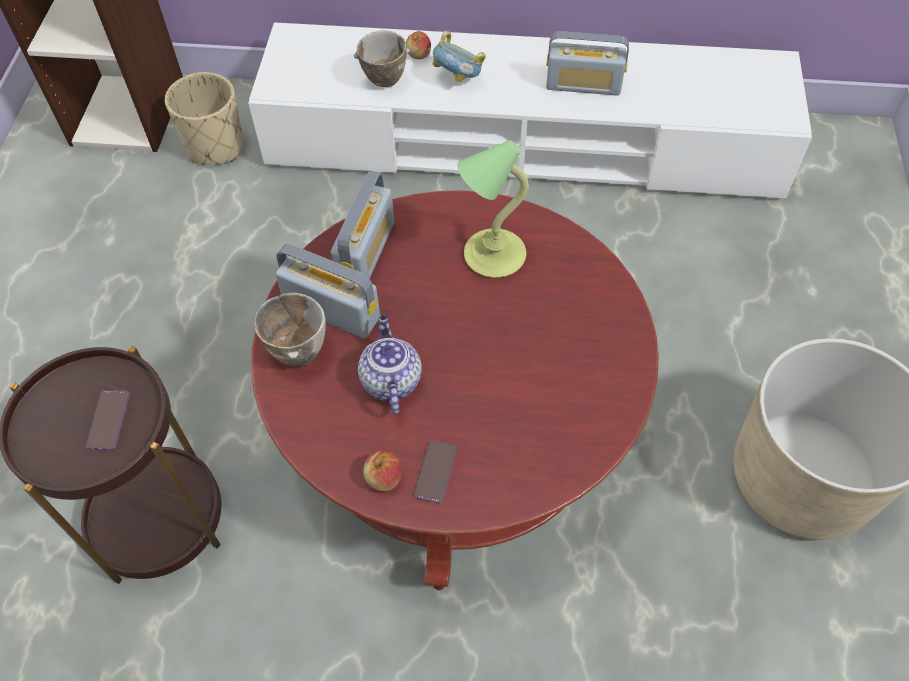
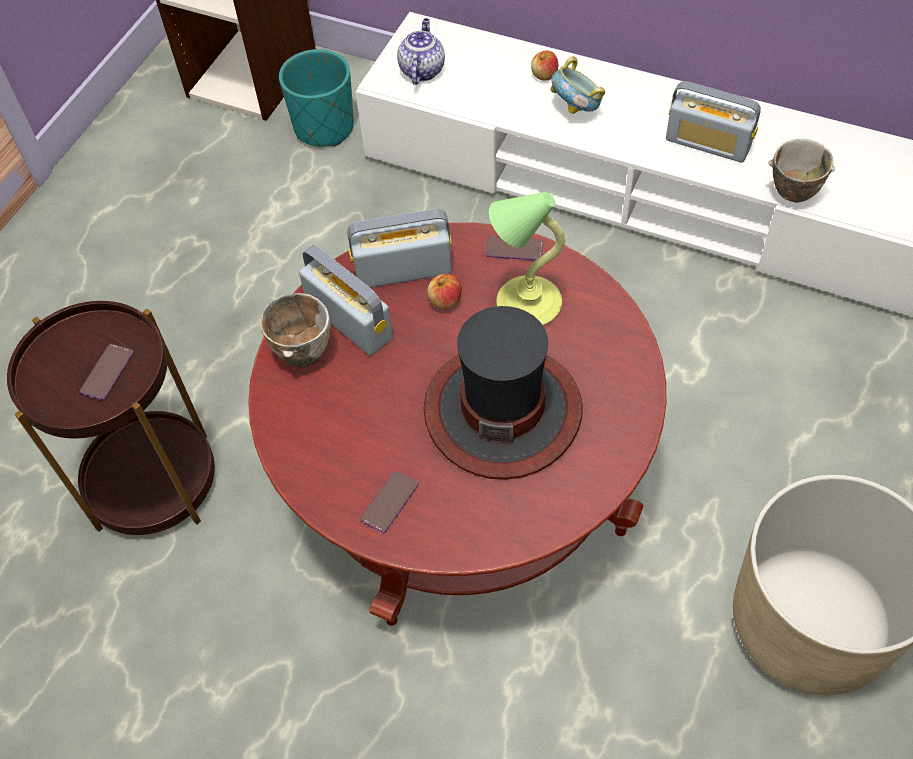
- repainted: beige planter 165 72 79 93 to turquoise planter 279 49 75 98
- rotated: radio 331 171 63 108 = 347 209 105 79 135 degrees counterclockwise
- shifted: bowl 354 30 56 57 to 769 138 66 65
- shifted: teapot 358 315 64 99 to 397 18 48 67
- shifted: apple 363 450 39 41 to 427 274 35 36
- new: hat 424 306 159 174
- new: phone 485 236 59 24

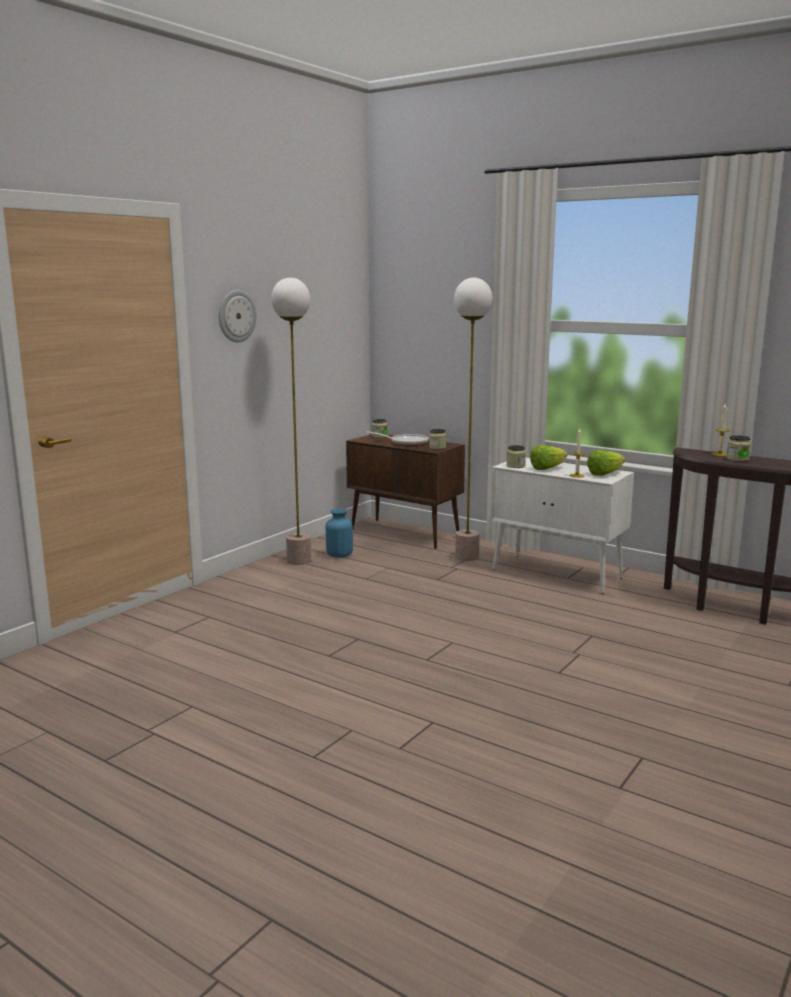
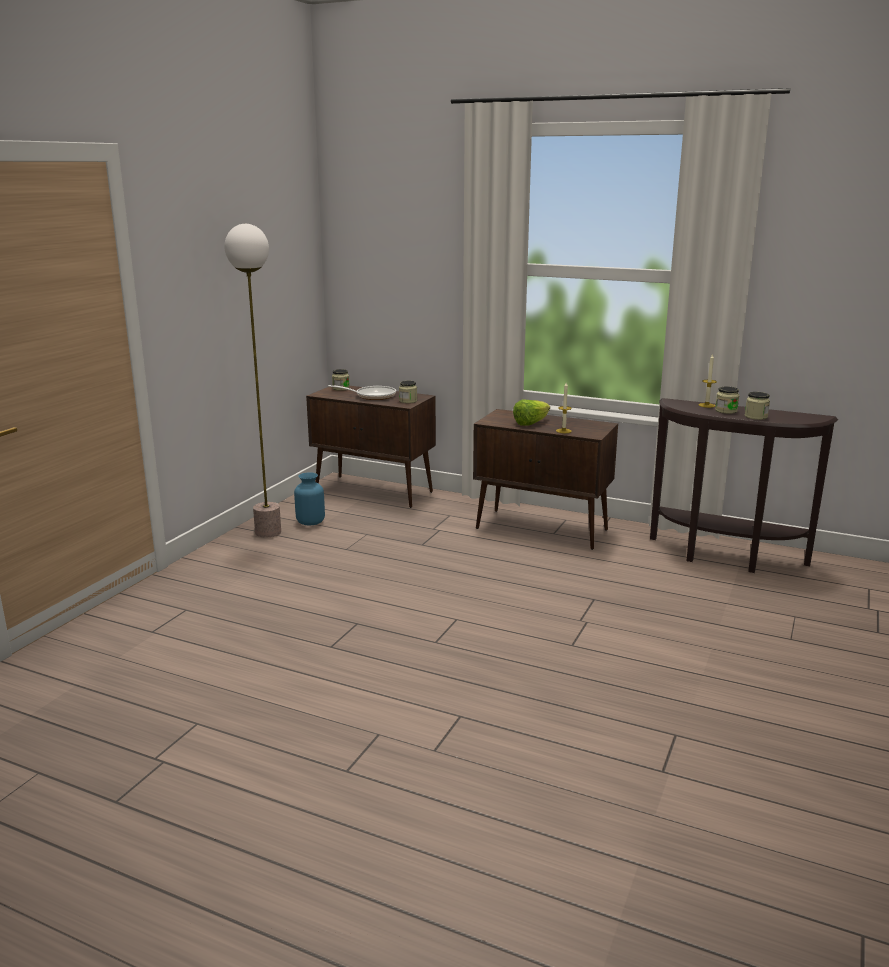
- gone: wall clock 219 290 37 53
- gone: floor lamp 454 278 38 283
- repainted: white cabinet 491 458 143 136 to brown cabinet 473 409 145 141
- shifted: jar 507 445 19 23 to 745 392 25 28
- gone: lettuce 587 450 38 26

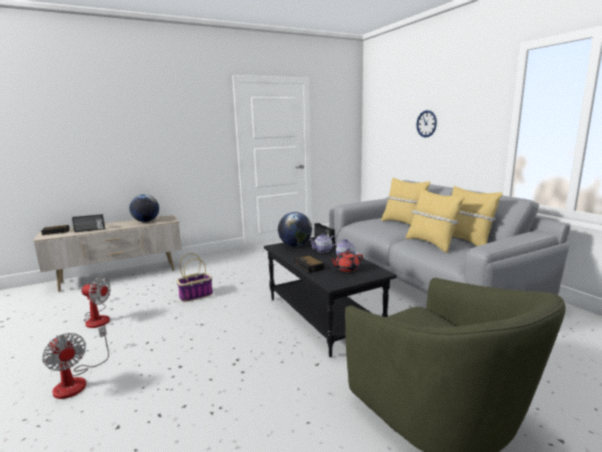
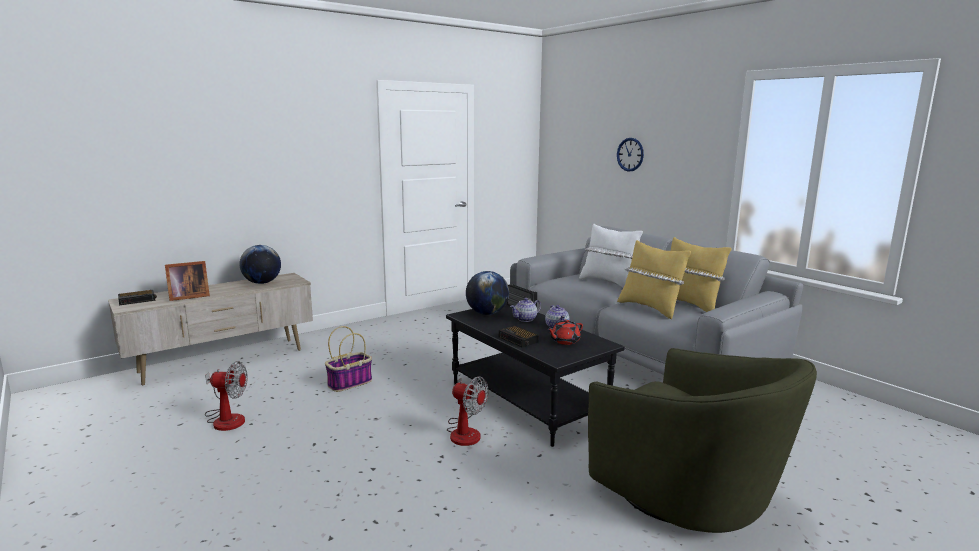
- shifted: fan 42 326 67 73 to 447 377 42 69
- swapped: radio 72 214 33 18 to picture frame 165 261 45 40
- repainted: yellow pillow 381 177 49 48 to white pillow 579 224 64 64

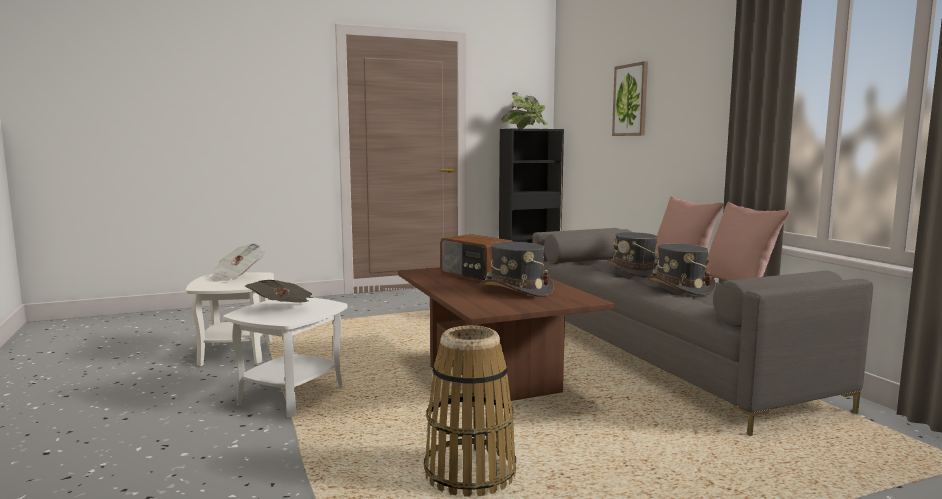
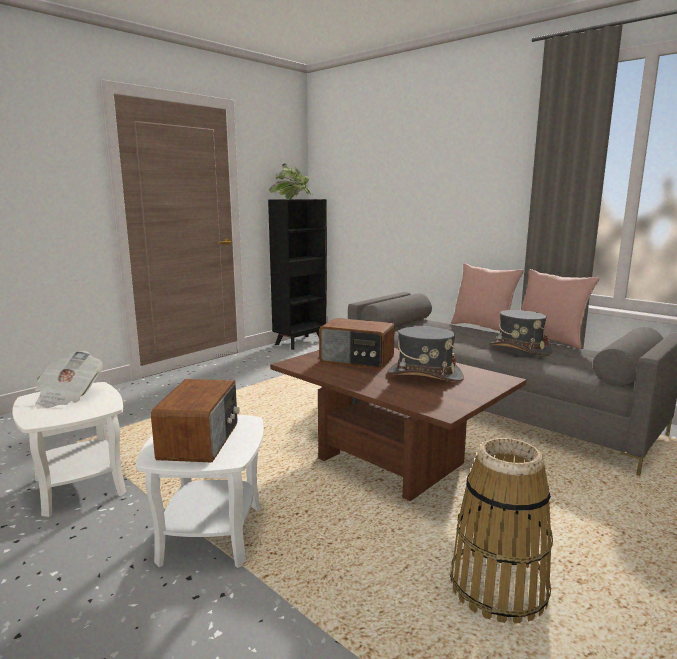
- swapped: newspaper 245 280 67 23 to radio 151 379 89 83
- gone: grey hat 607 232 52 46
- gone: picture 612 61 36 75

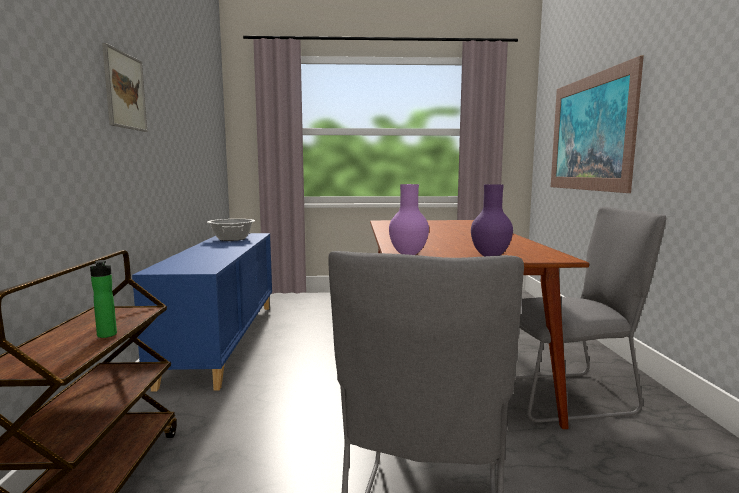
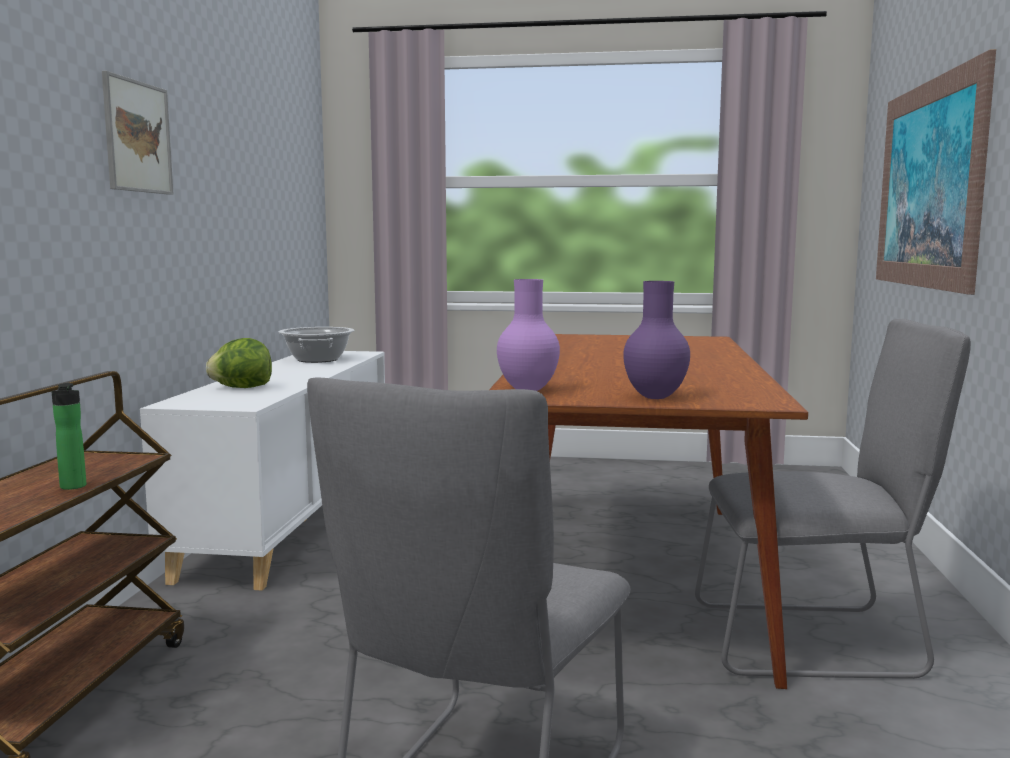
- repainted: blue cabinet 132 233 140 159 to white cabinet 140 351 245 239
- new: lettuce 206 338 66 50

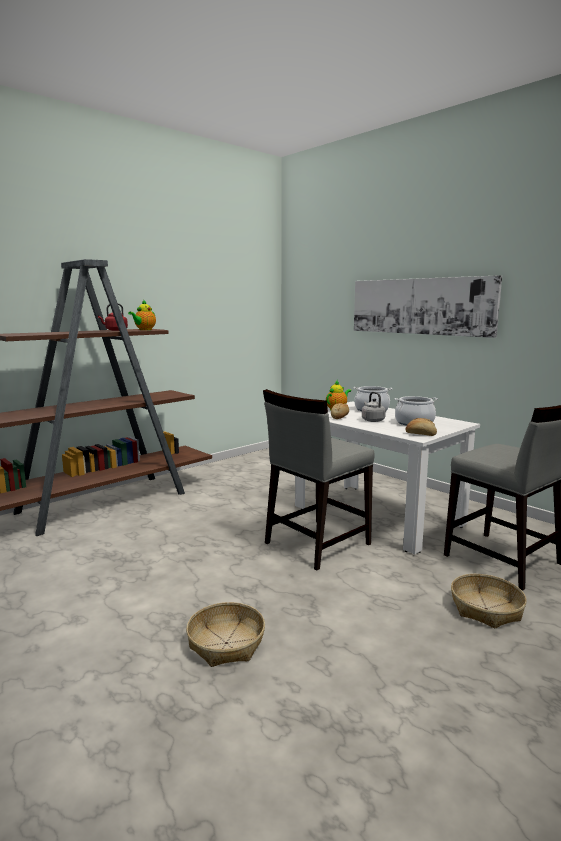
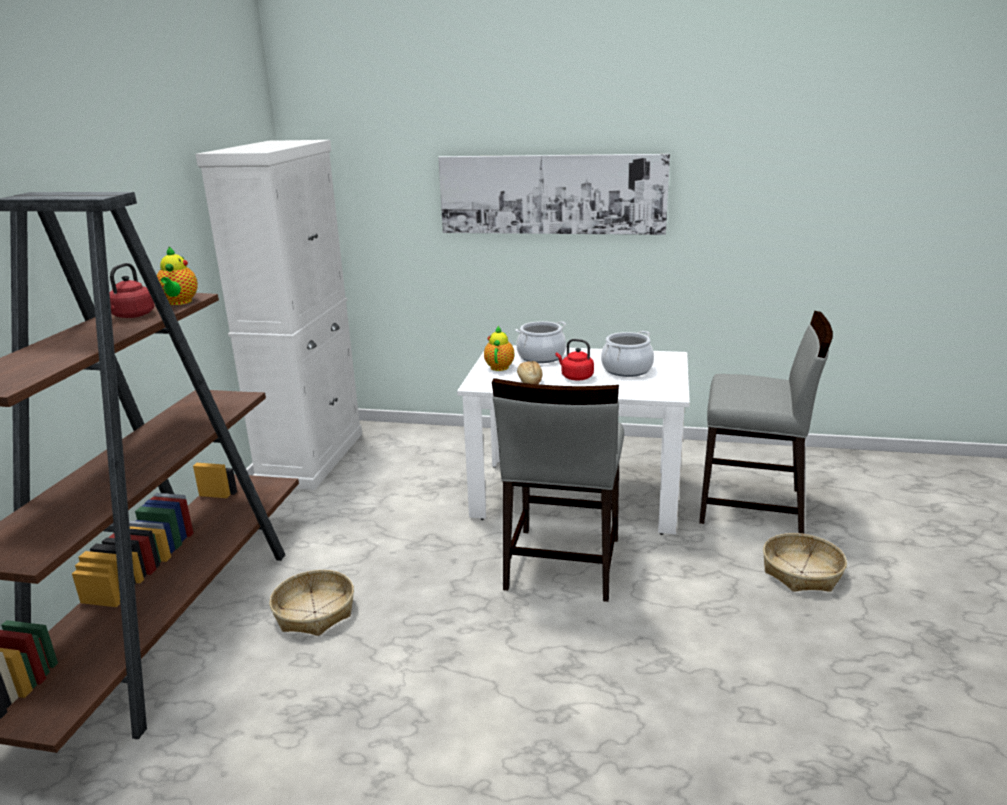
- shifted: basket 186 602 79 65 to 270 570 84 66
- repainted: grey kettle 362 392 24 30 to red kettle 555 339 39 41
- gone: bread 405 418 32 18
- new: white cabinet 195 140 167 350

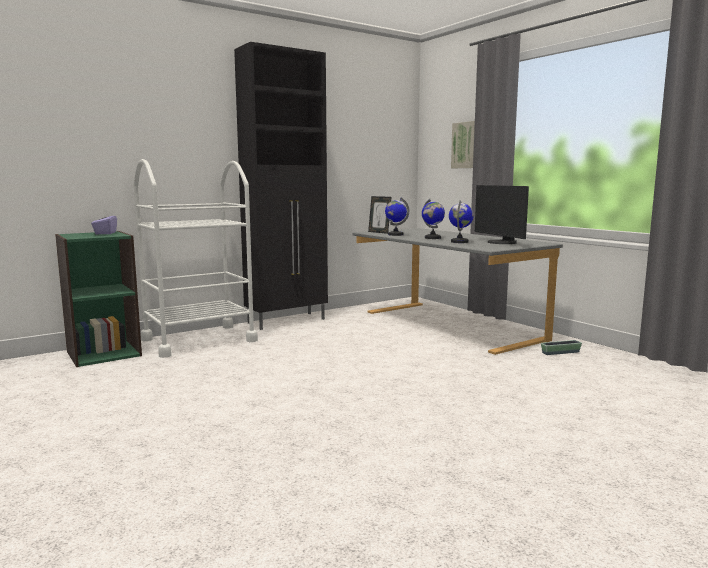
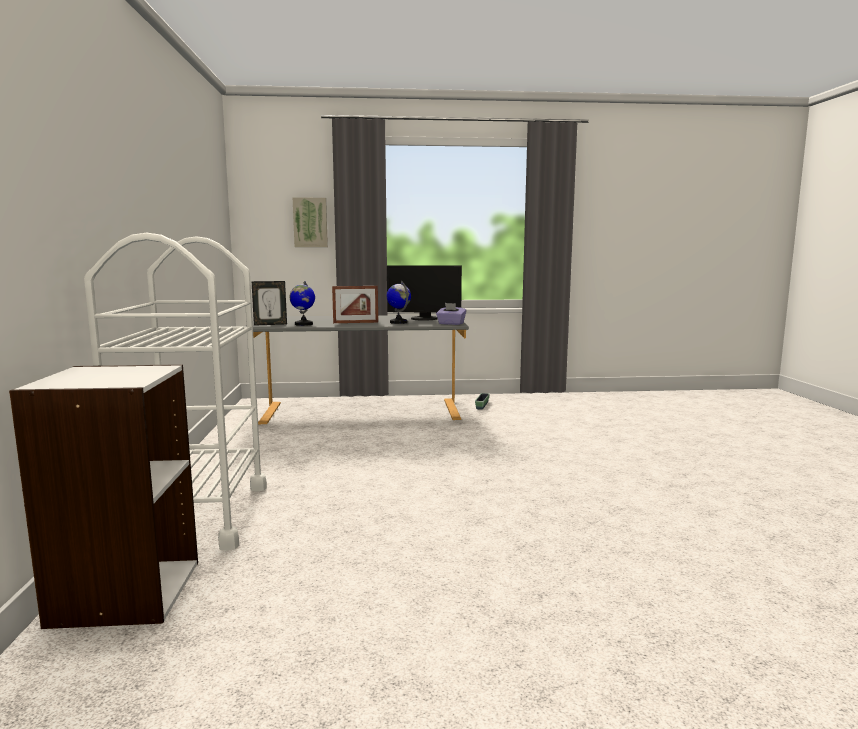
- repainted: green bookcase 55 231 87 136 to white bookcase 9 364 189 265
- shifted: purple tissue box 91 210 26 24 to 436 303 30 22
- gone: black cabinet 234 42 94 288
- swapped: globe 422 199 23 40 to picture frame 332 286 46 37

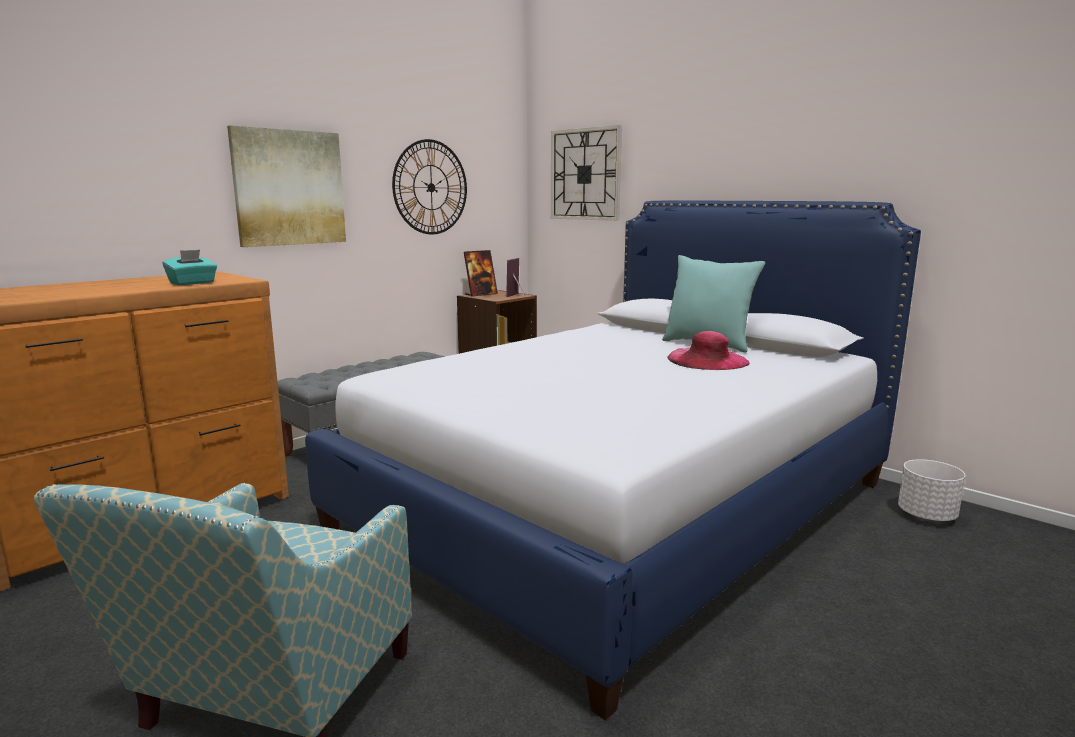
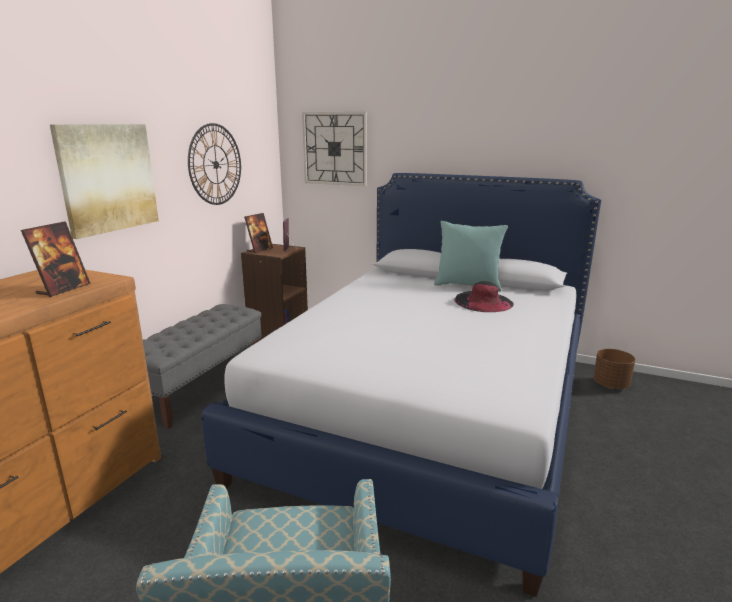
- swapped: turquoise tissue box 162 250 55 35 to picture frame 21 221 70 76
- repainted: pink hat 667 331 83 39 to black hat 454 281 60 31
- repainted: white planter 898 459 68 63 to brown planter 593 349 42 40

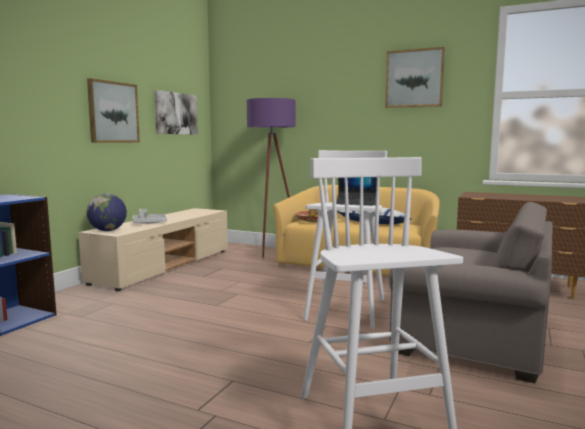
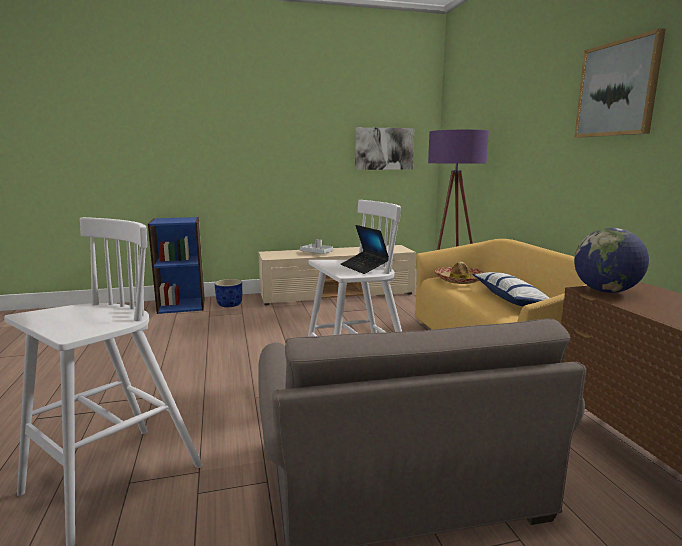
- gone: picture 87 78 53 65
- shifted: globe 87 194 40 37 to 574 228 75 65
- new: blue planter 214 279 28 28

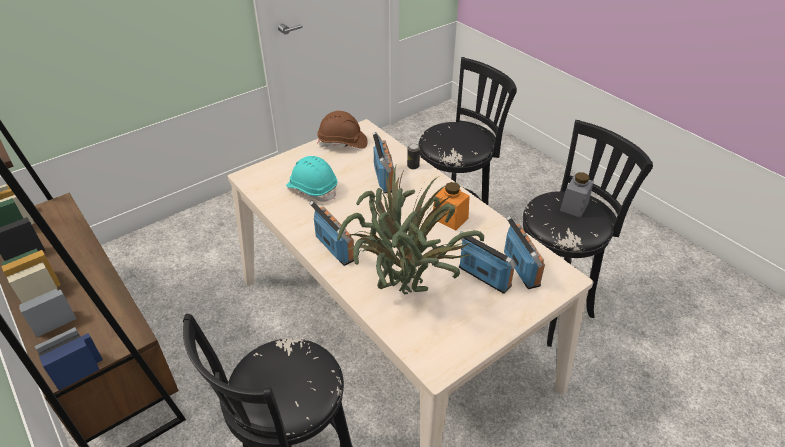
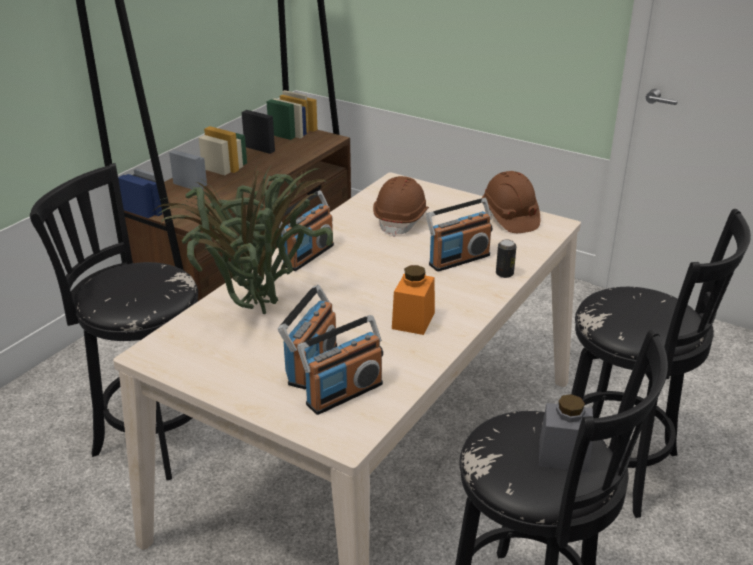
- repainted: turquoise hard hat 286 156 52 46 to brown hard hat 373 176 56 61

